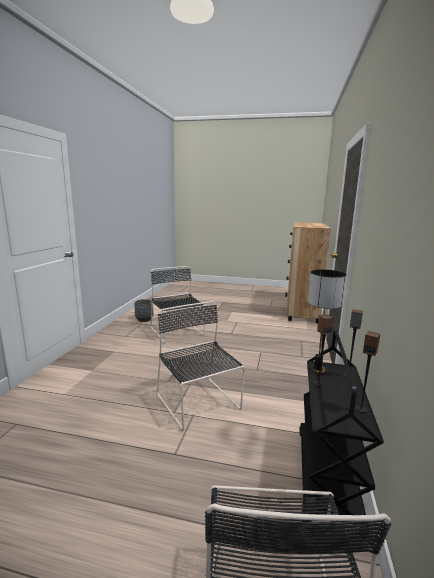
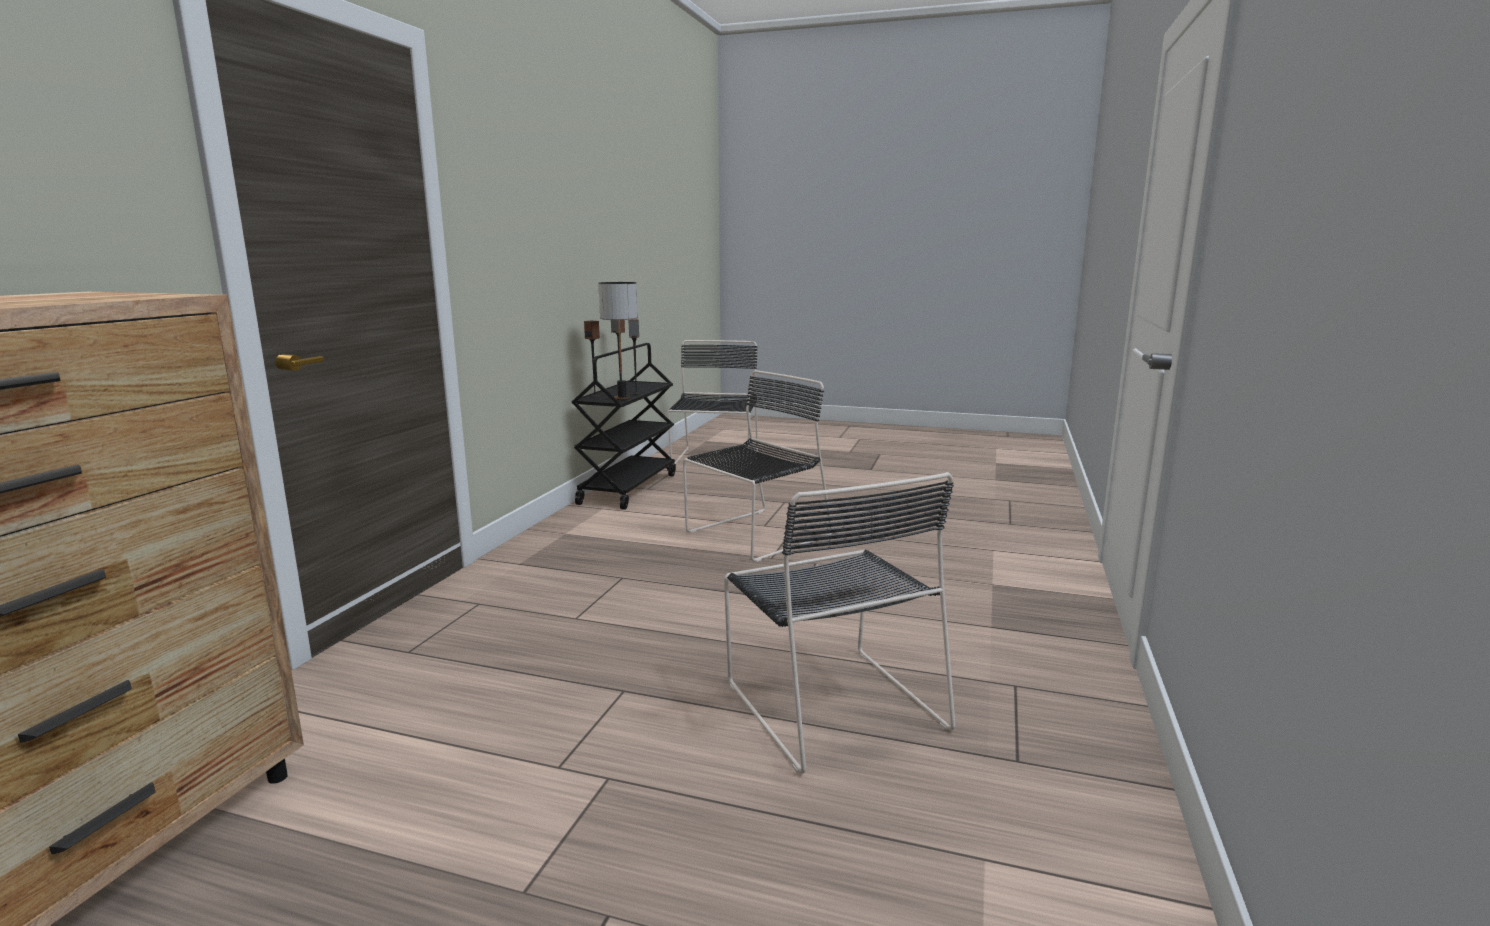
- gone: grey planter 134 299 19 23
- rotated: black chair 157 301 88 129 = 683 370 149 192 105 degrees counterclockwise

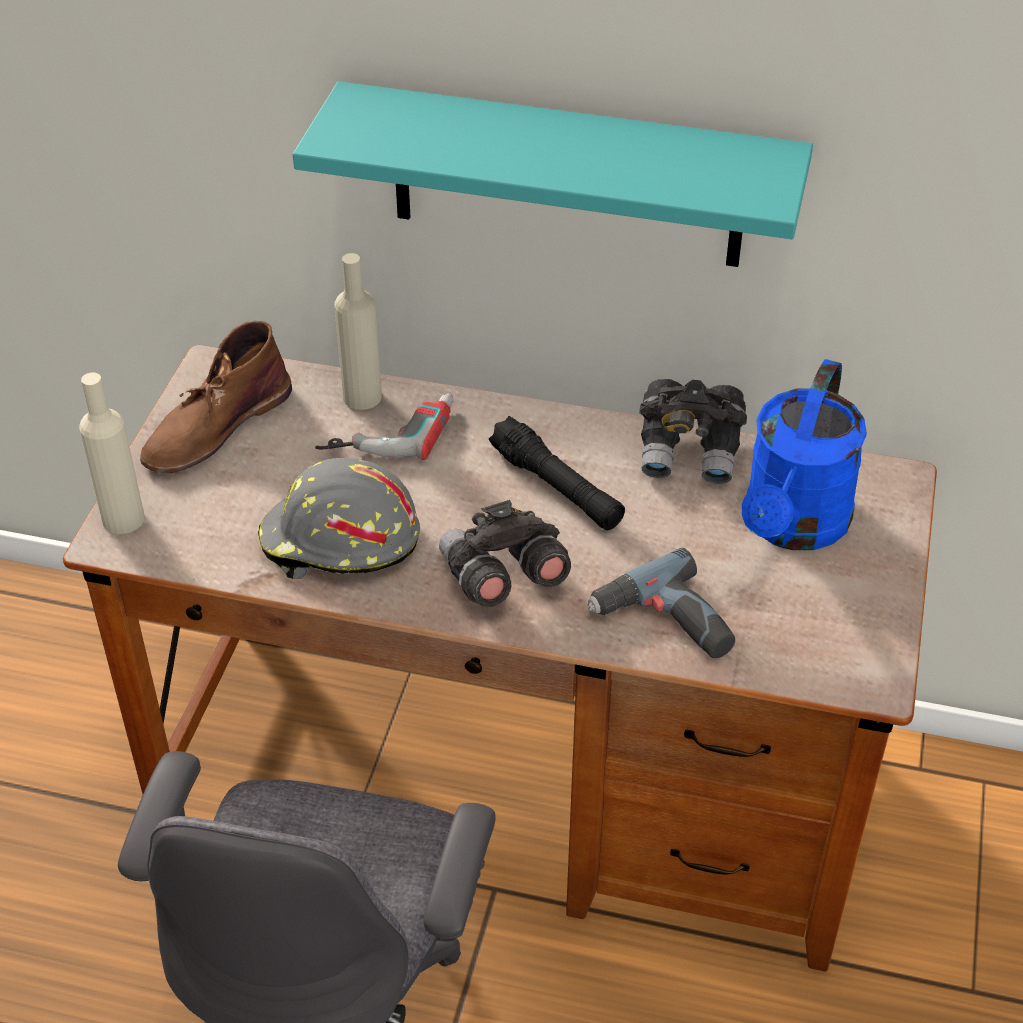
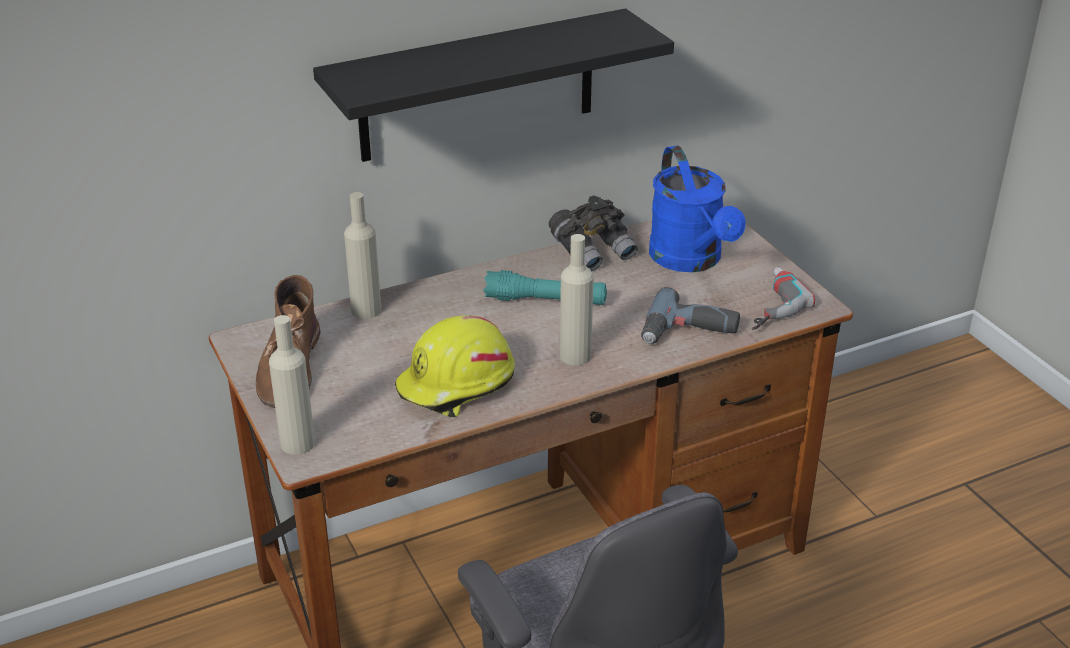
- repainted: grey hard hat 258 458 162 122 to yellow hard hat 395 315 120 103
- repainted: turquoise shelf 293 81 520 186 to black shelf 313 9 361 153
- shifted: power drill 315 393 139 67 to 752 267 63 63
- swapped: grey binoculars 439 500 132 107 to beige bottle 560 234 34 131
- repainted: black flashlight 489 416 136 114 to turquoise flashlight 483 270 124 35

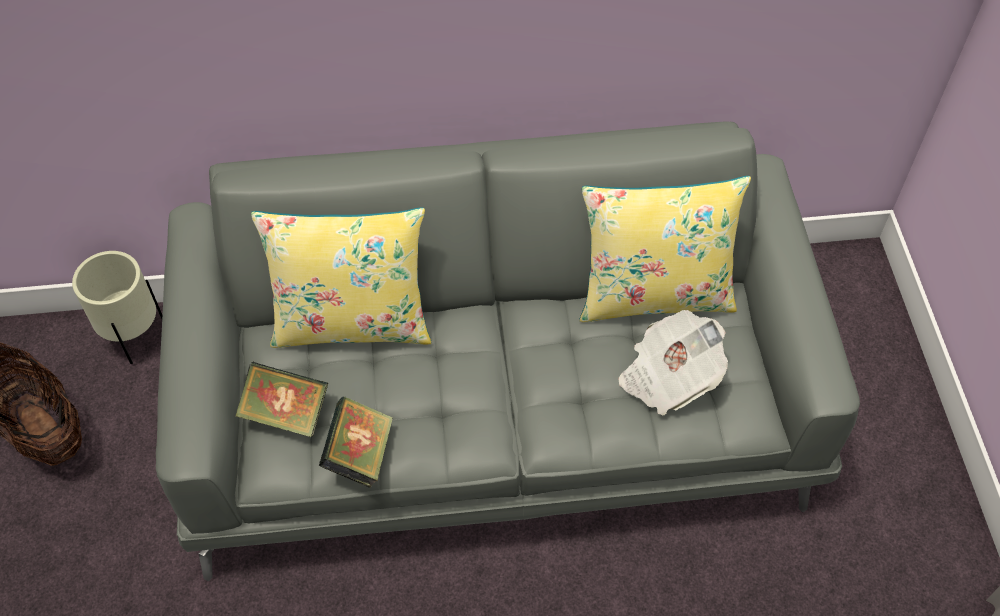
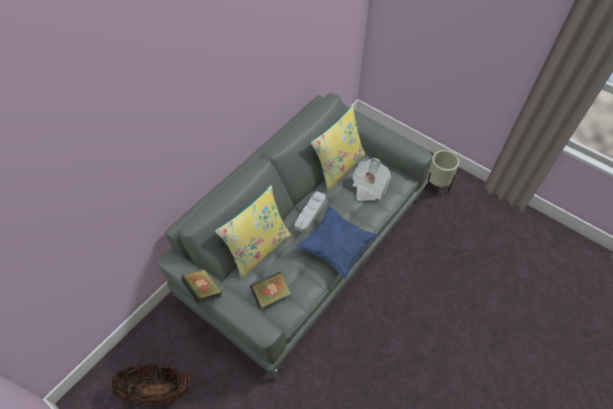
- shifted: beige planter 72 251 90 113 to 425 150 34 43
- shifted: book 319 396 74 92 to 181 269 41 35
- new: grey tray 294 191 32 41
- new: blue pillow 295 206 83 73

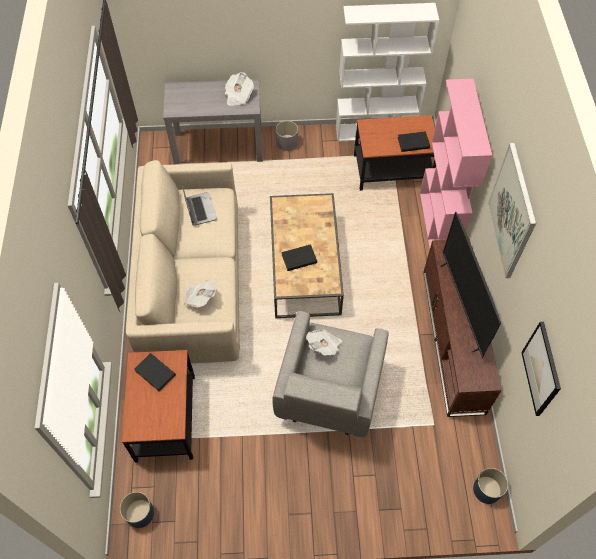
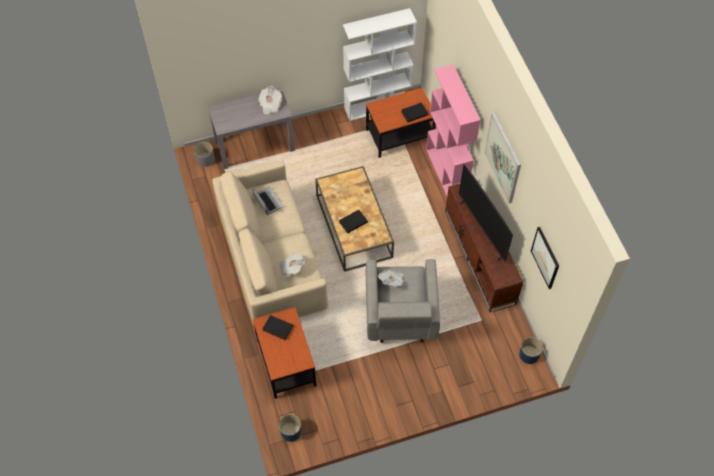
- shifted: grey planter 276 121 22 30 to 194 142 21 25

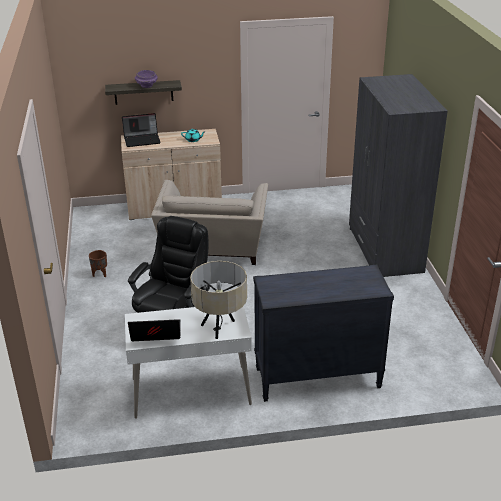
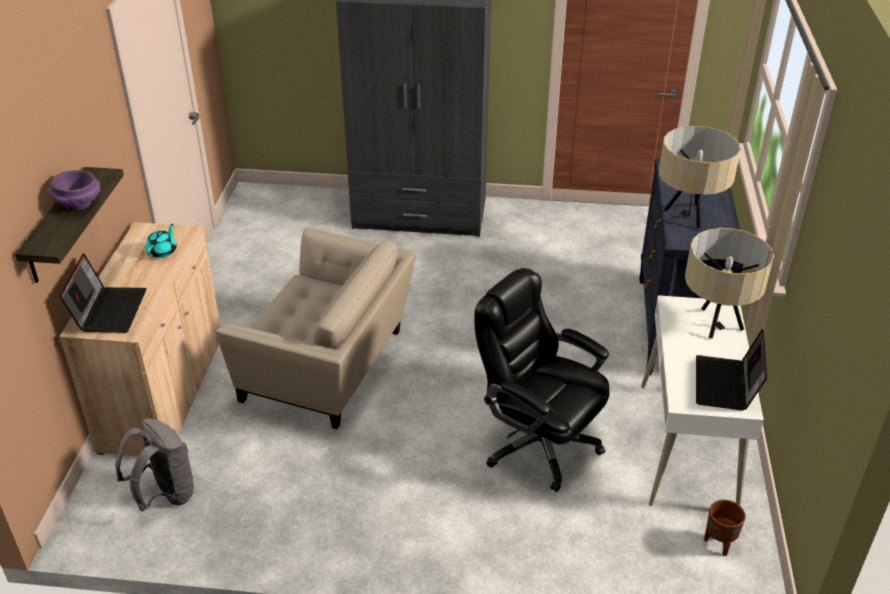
- shifted: brown planter 89 250 18 27 to 704 500 42 56
- new: grey backpack 115 418 79 93
- new: beige table lamp 659 126 82 102

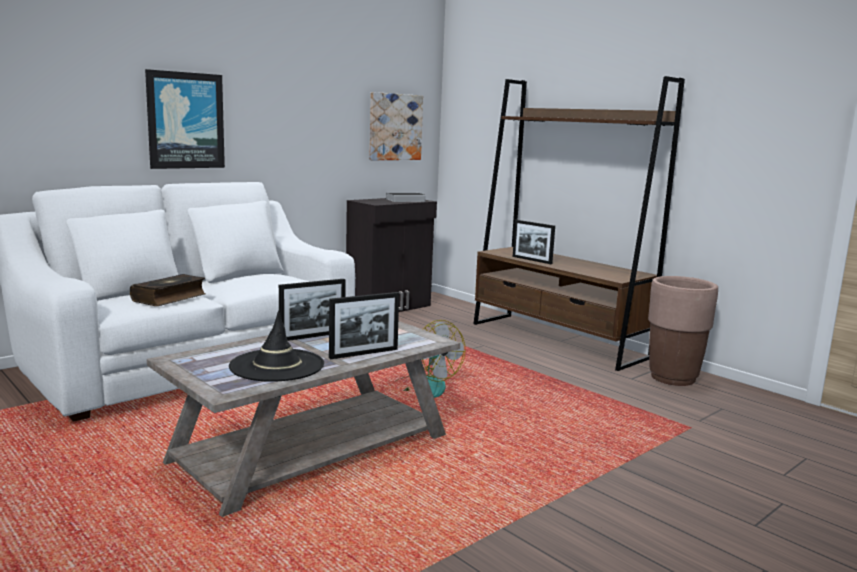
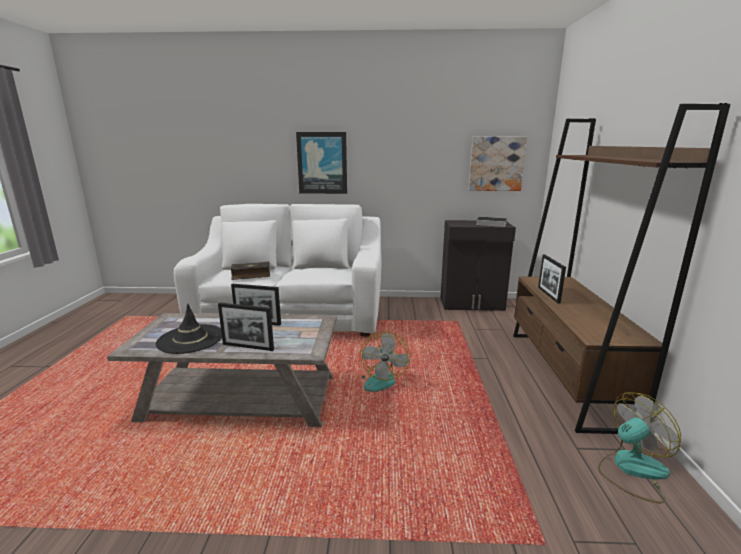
- swapped: brown planter 648 276 70 110 to fan 598 392 83 111

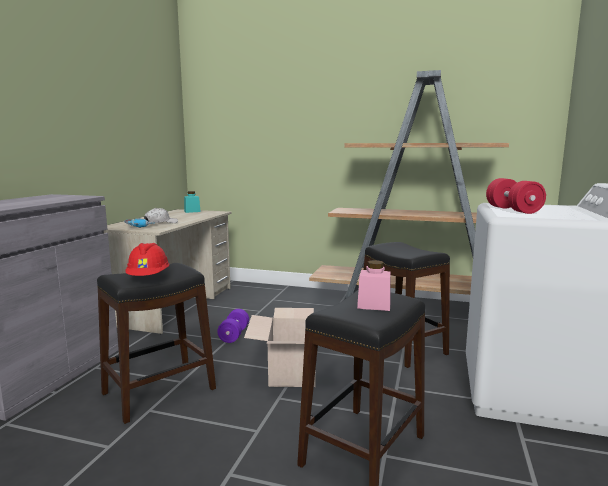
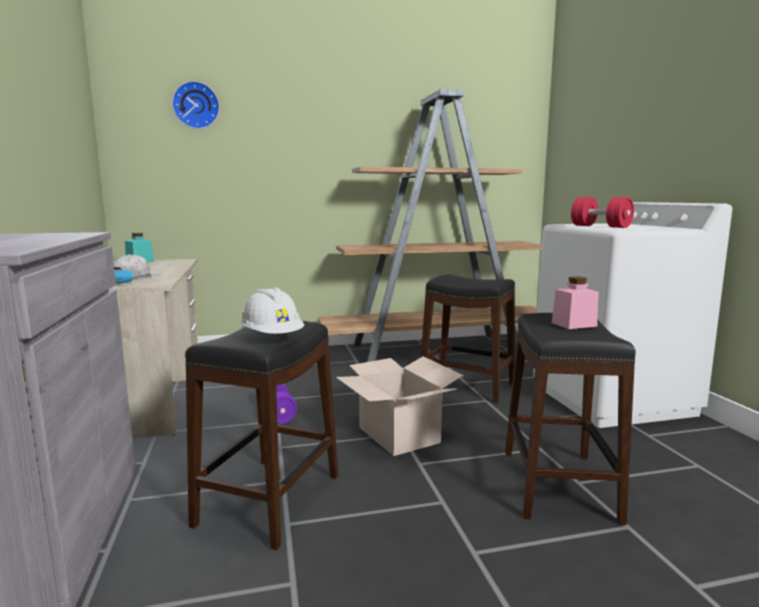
- repainted: red hard hat 125 243 45 33 to white hard hat 241 287 63 47
- new: wall clock 172 81 48 48

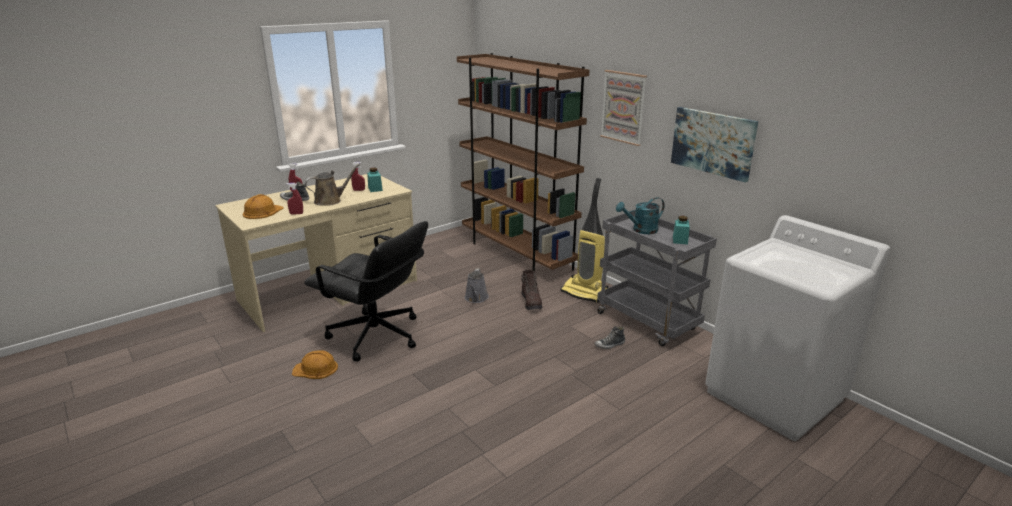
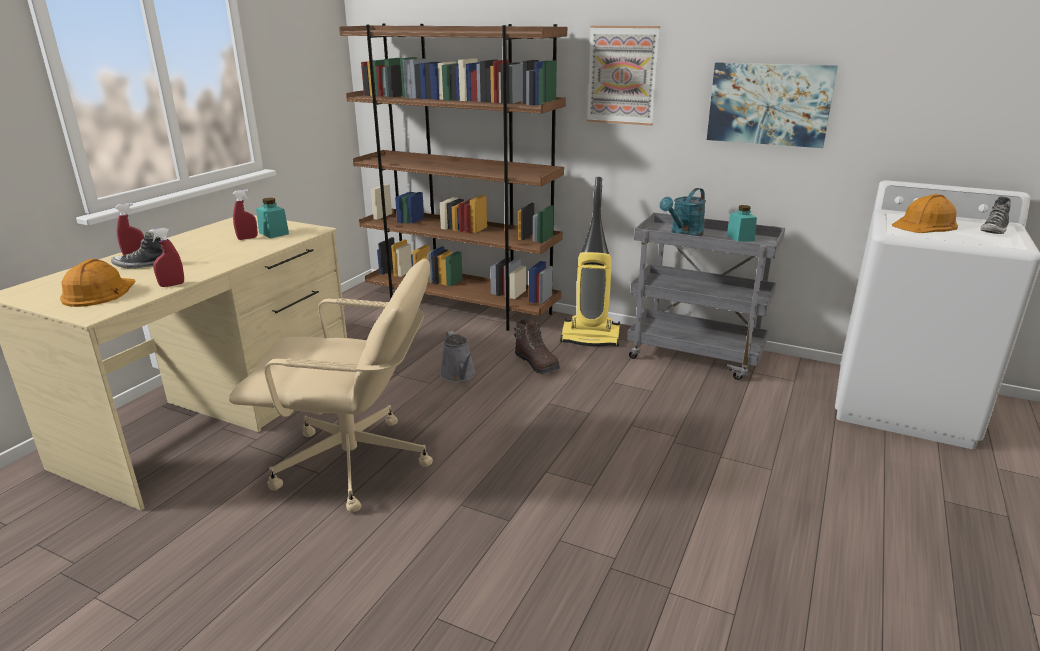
- shifted: orange hard hat 292 350 46 29 to 892 194 66 39
- repainted: black office chair 304 221 124 141 to beige office chair 229 259 204 253
- gone: brown watering can 305 164 55 42
- shifted: shoe 595 326 30 23 to 980 196 31 38

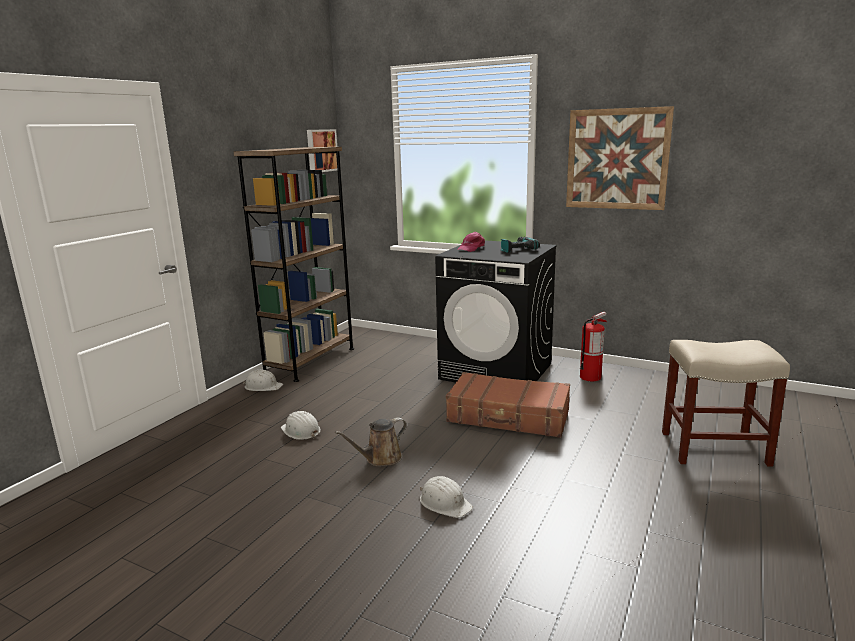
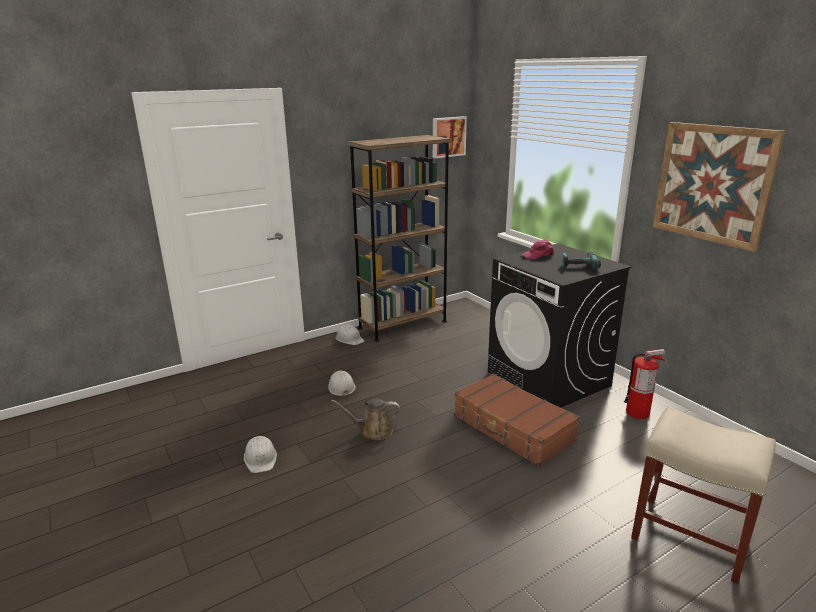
- shifted: white hard hat 420 476 53 42 to 244 436 33 37

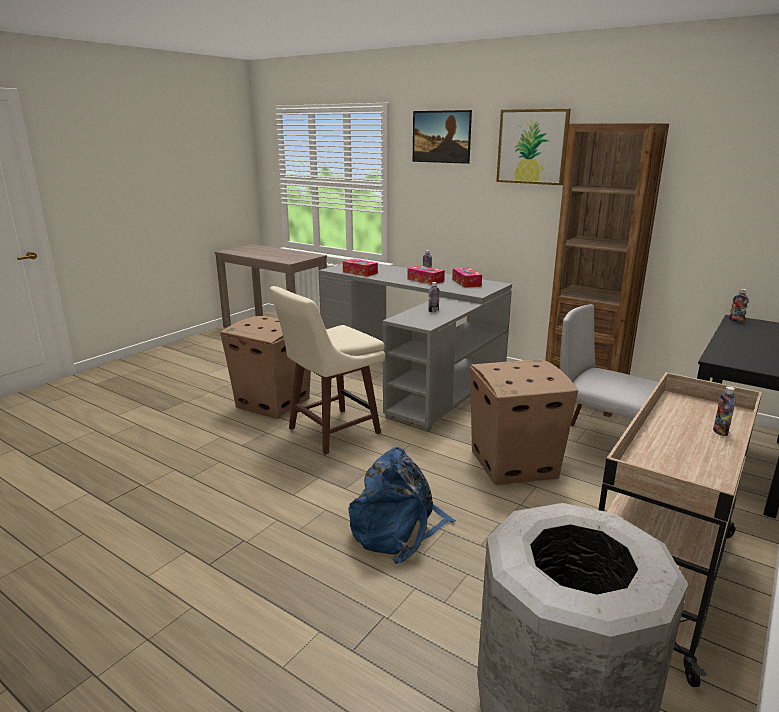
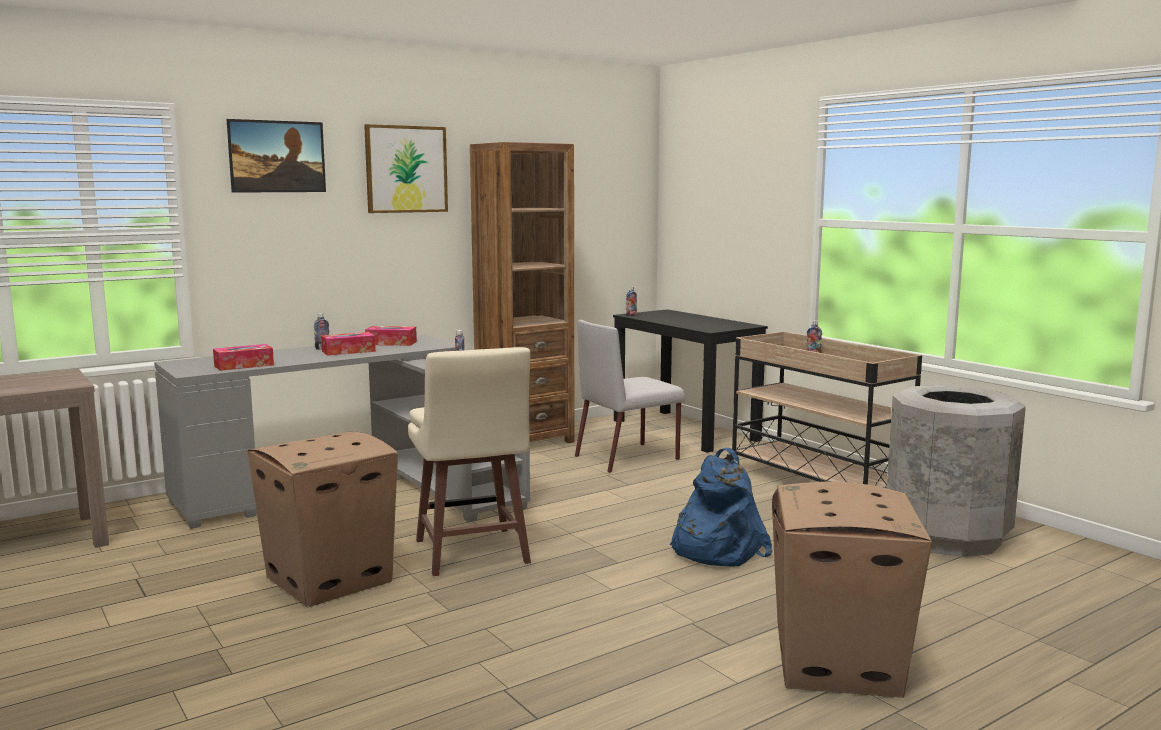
- shifted: cardboard box 470 359 108 126 to 772 482 160 216

